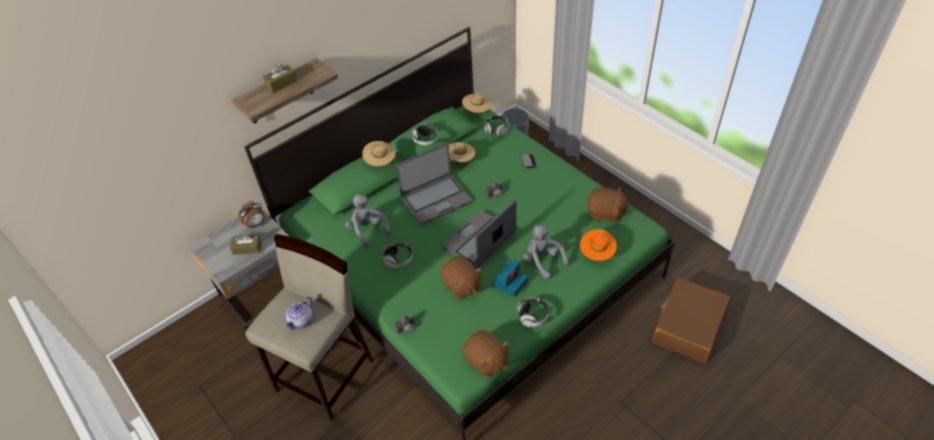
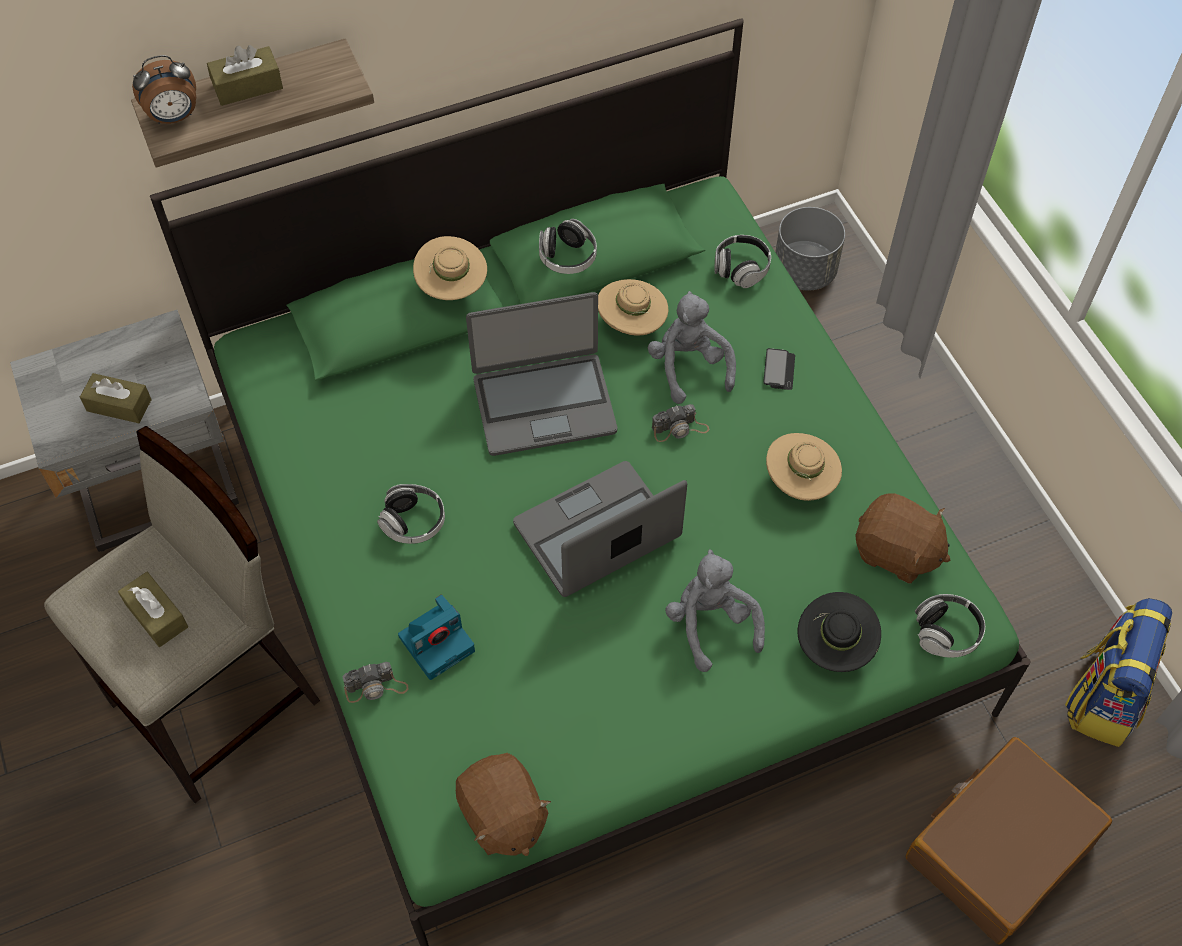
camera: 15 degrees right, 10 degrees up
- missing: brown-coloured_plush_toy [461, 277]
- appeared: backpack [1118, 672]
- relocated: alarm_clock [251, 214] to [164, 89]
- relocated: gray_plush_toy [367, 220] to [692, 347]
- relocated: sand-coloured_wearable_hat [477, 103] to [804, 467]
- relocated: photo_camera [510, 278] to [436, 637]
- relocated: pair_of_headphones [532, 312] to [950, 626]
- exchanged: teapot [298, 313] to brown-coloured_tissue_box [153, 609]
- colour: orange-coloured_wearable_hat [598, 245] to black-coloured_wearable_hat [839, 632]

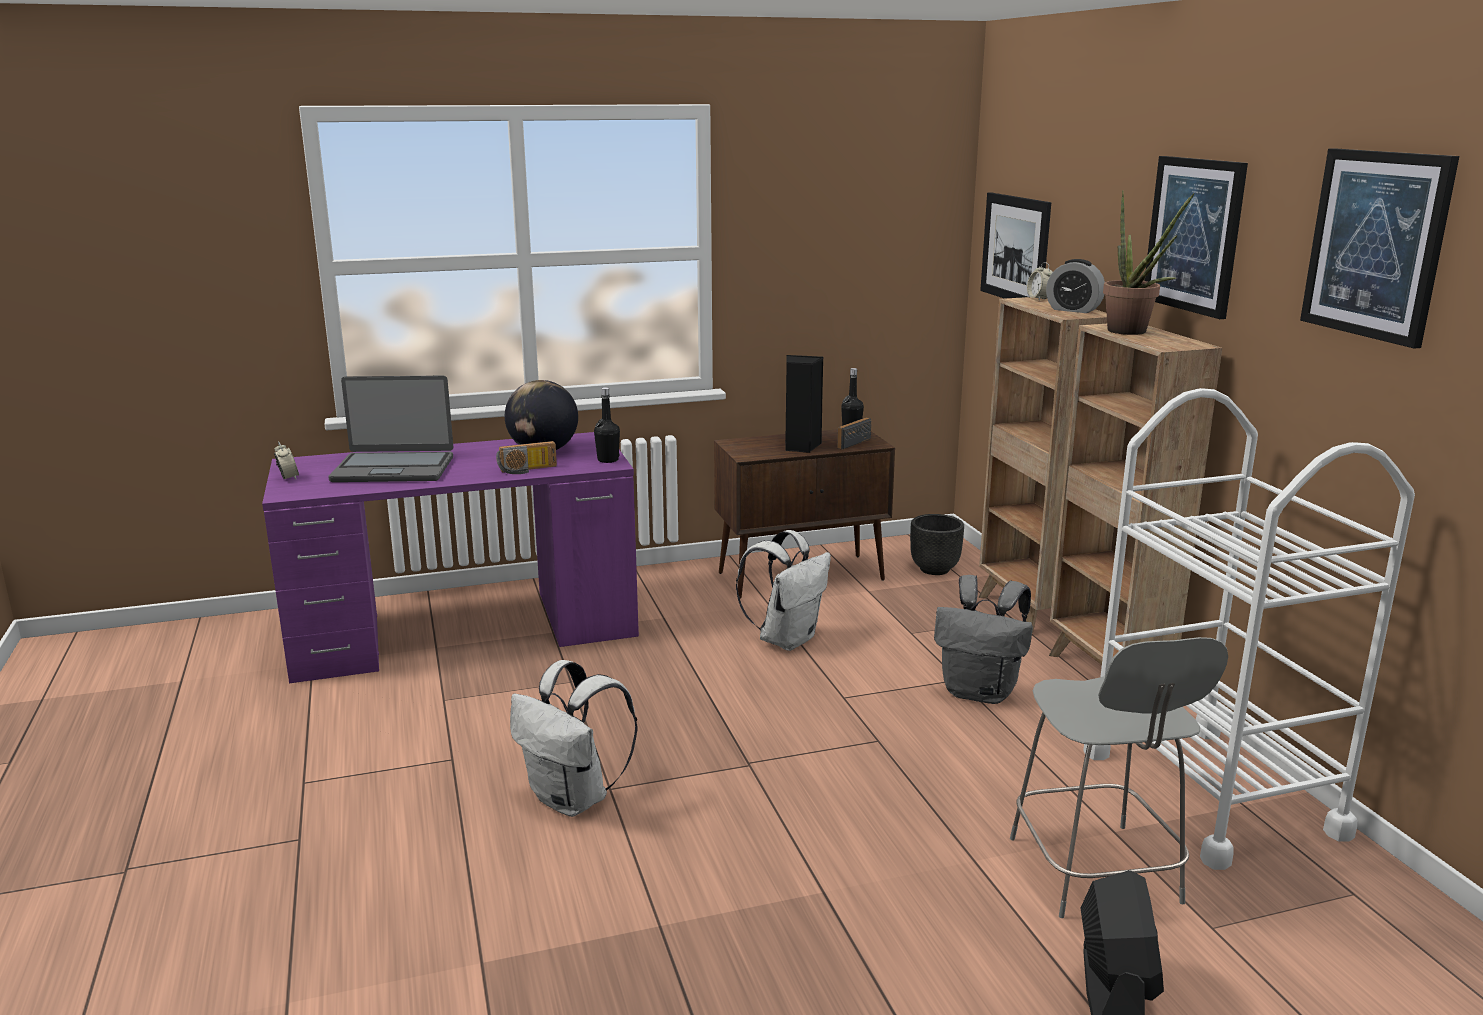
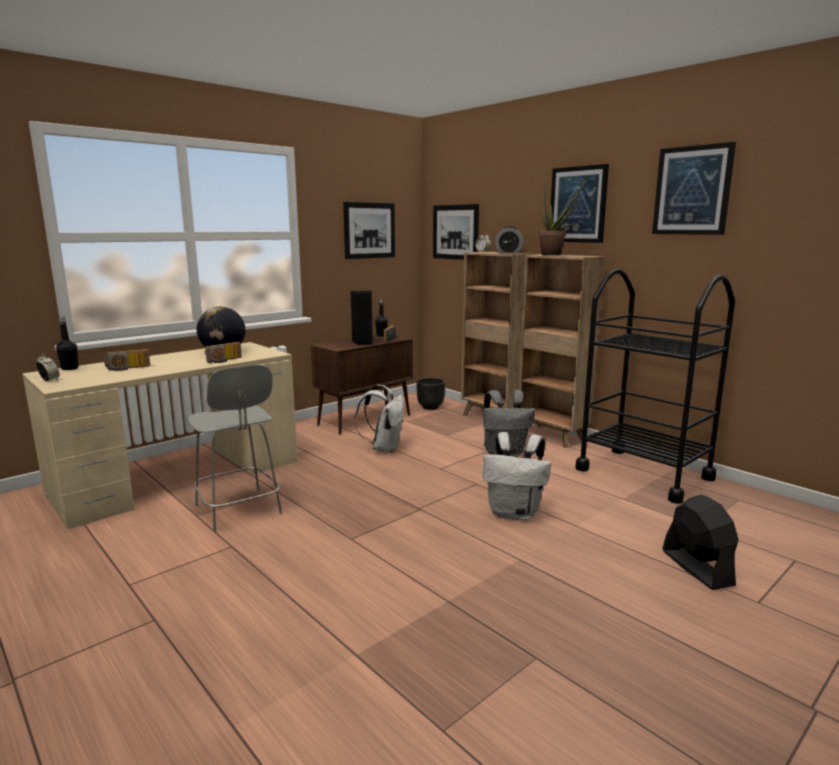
camera: 25 degrees left, 5 degrees down
- appeared: wall_picture [369, 230]
- relocated: white_backpack [574, 738] to [517, 476]
- relocated: black-coloured_bottle [607, 425] to [67, 343]
- relocated: gray_upright_chair [1119, 777] to [235, 448]
- exchanged: laptop [390, 429] to radio_receiver [127, 360]
- colour: purple_desk_table [450, 557] to sand-coloured_desk_table [159, 435]
- colour: white_trolley [1249, 629] to black-coloured_trolley [655, 386]

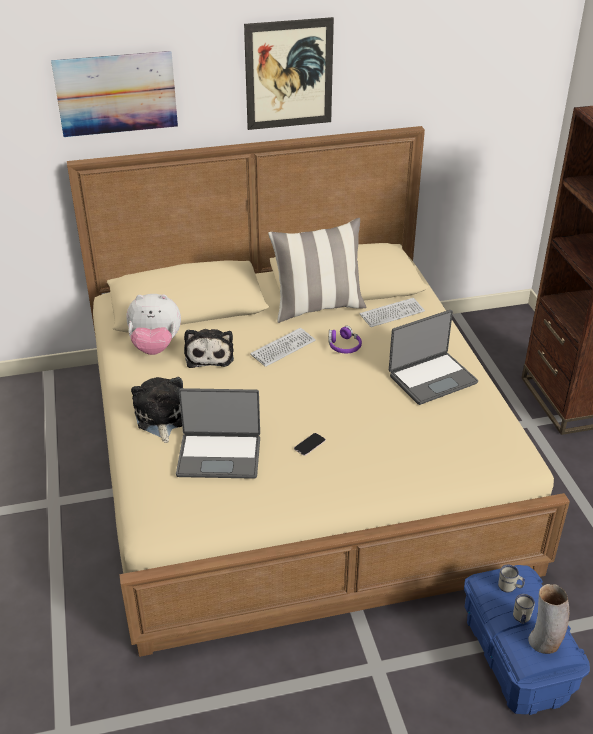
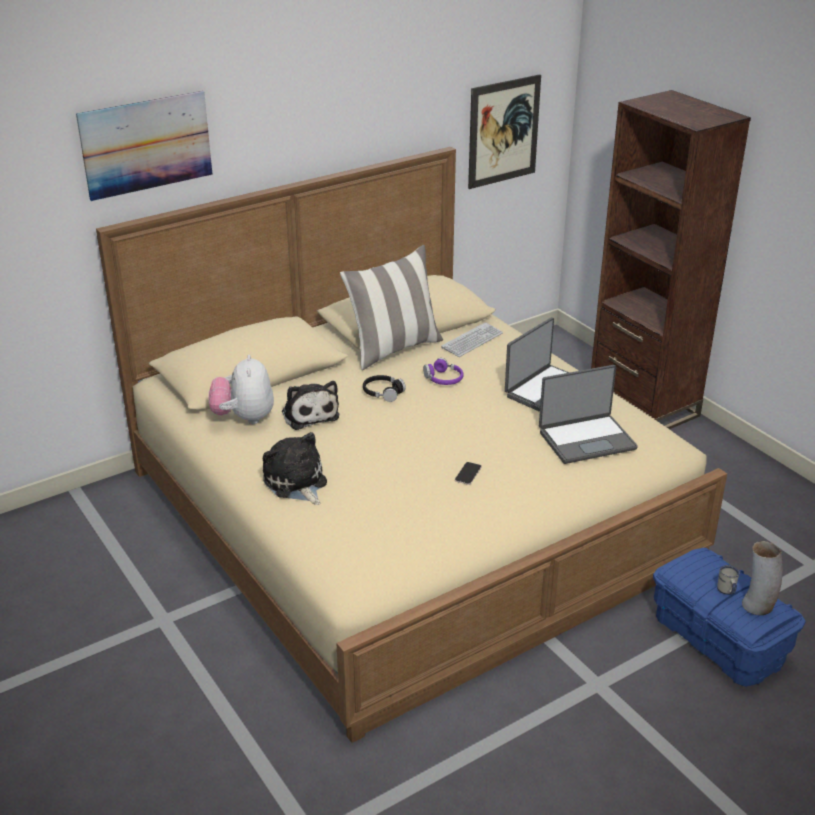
camera: 20 degrees left, 5 degrees down
- missing: white_tea_mug [511, 578]
- relocated: laptop [218, 433] to [588, 414]
- relocated: wall_picture [289, 73] to [504, 131]
- exchanged: computer_keyboard [283, 347] to black-coloured_pair_of_headphones [384, 388]
- spun: plush_toy [154, 324] = [241, 389] 105 degrees clockwise

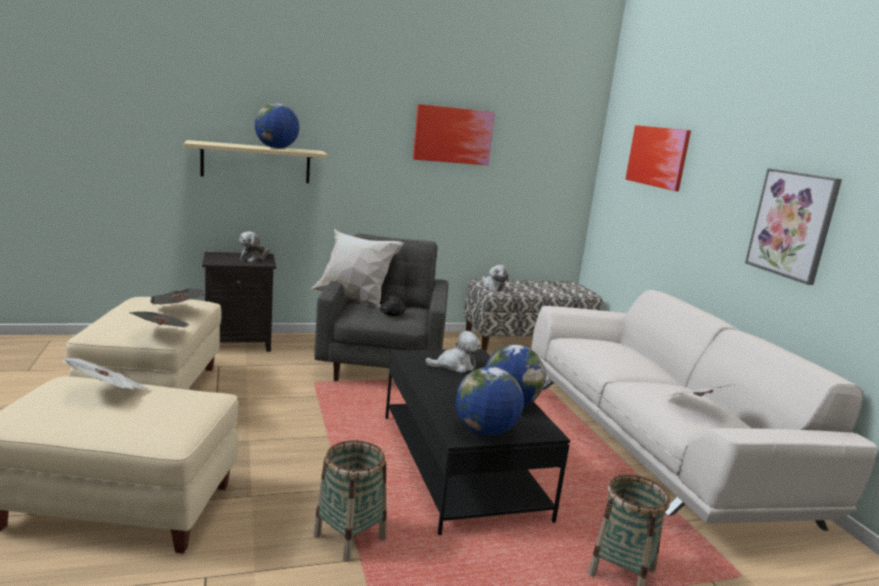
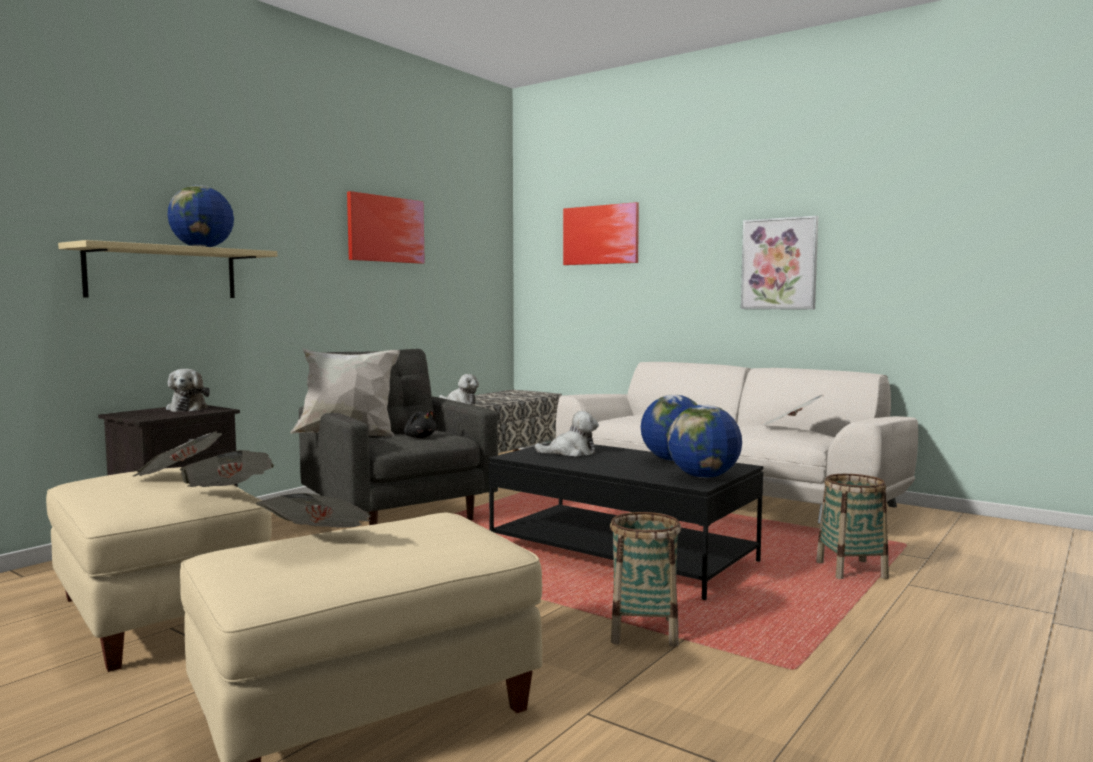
camera: 35 degrees left, 10 degrees down
- spun: plush_toy [453, 352] = [567, 434] 45 degrees clockwise

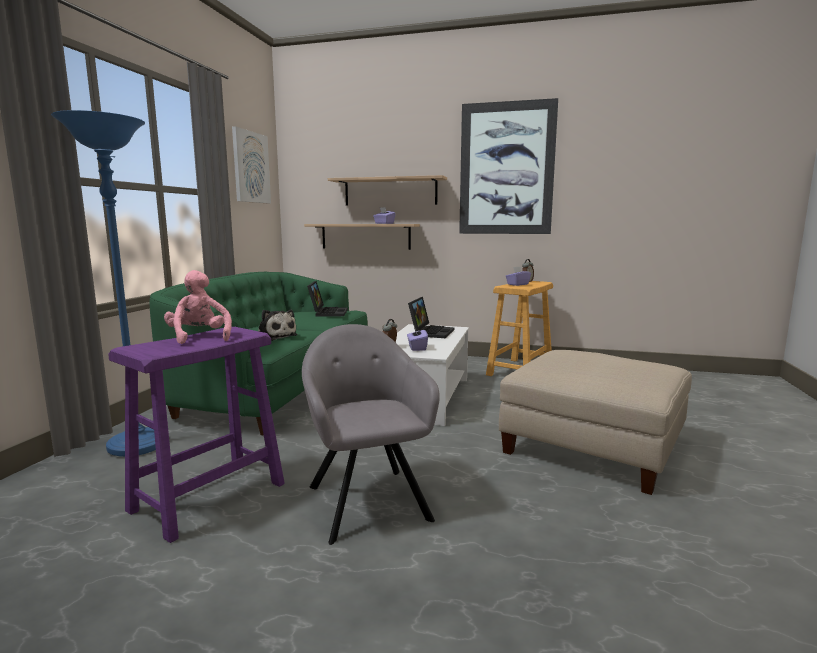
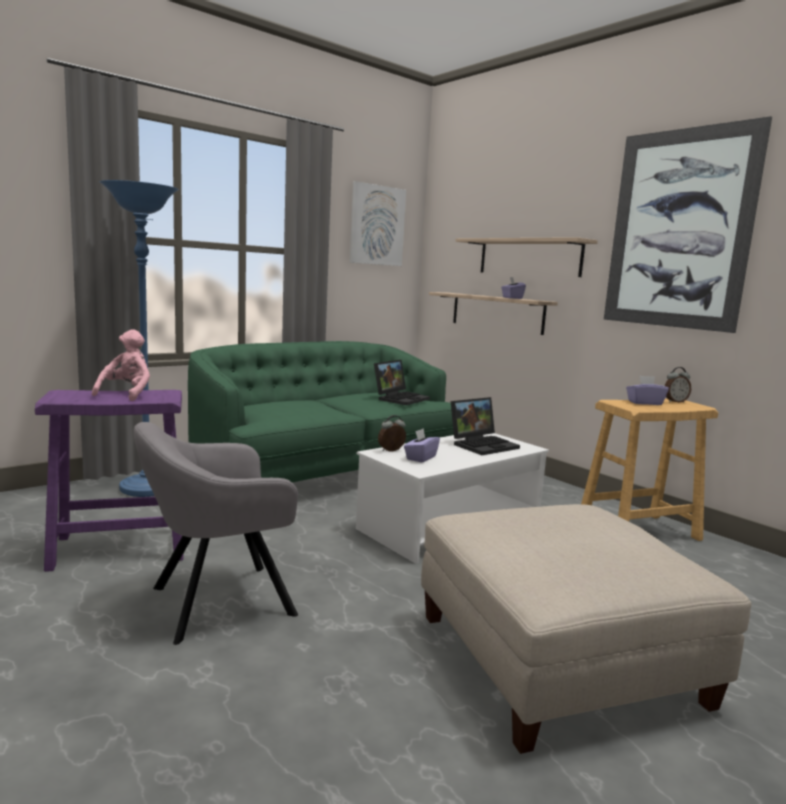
camera: 35 degrees right, 0 degrees up
- missing: plush_toy [277, 325]
- spun: gray_lounge_chair [371, 434] = [216, 533] 135 degrees counterclockwise

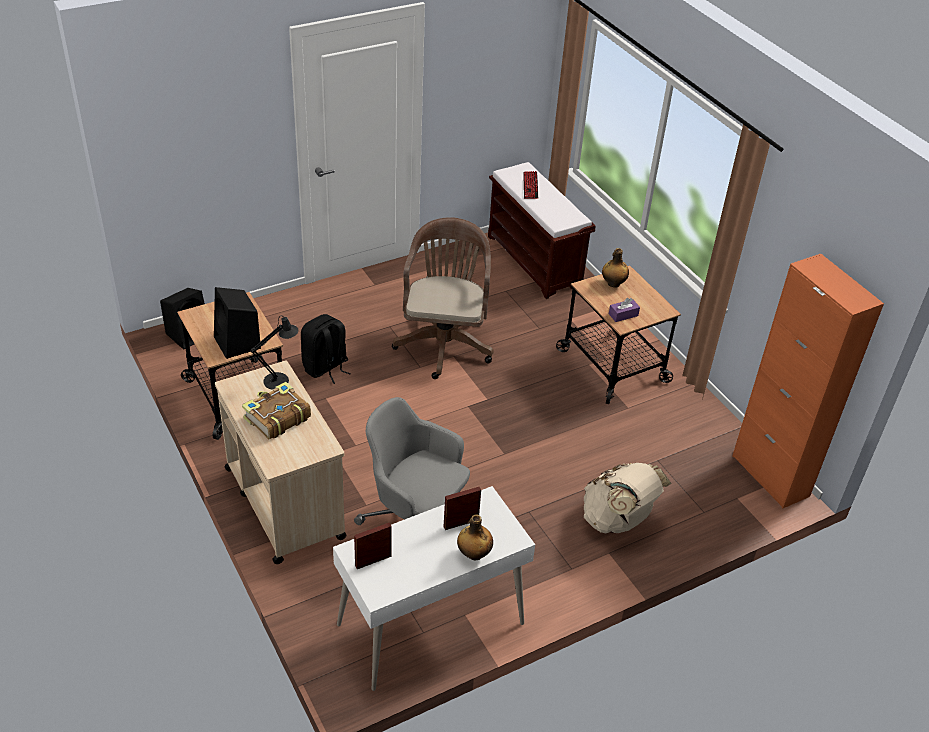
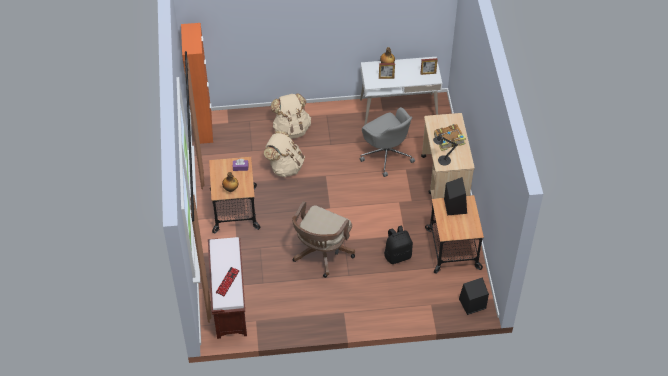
camera: 155 degrees left, 10 degrees up
- appeared: sand-coloured_backpack [284, 154]

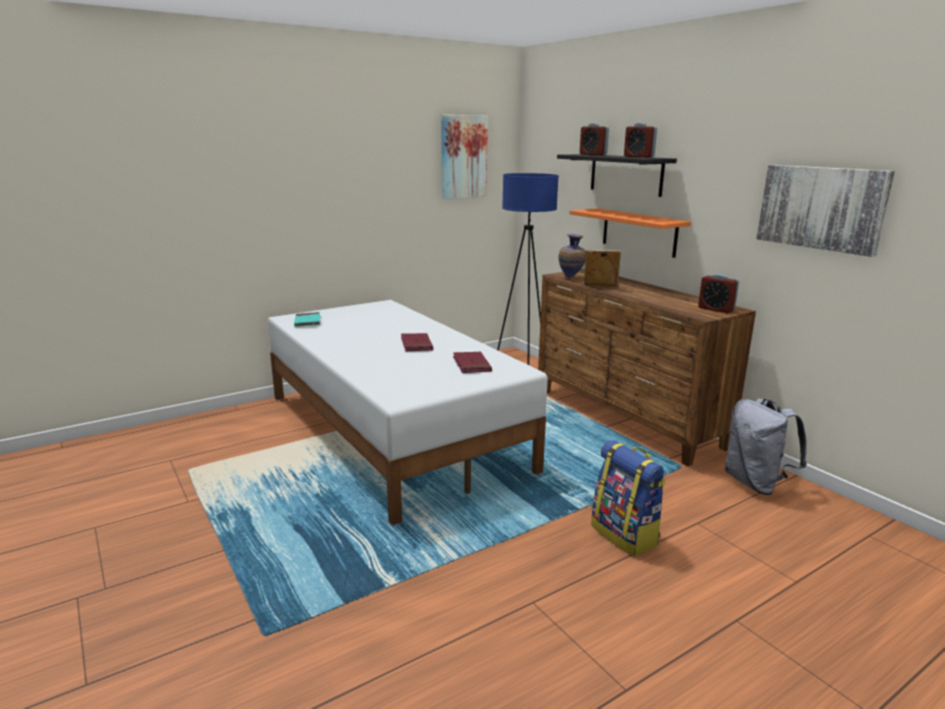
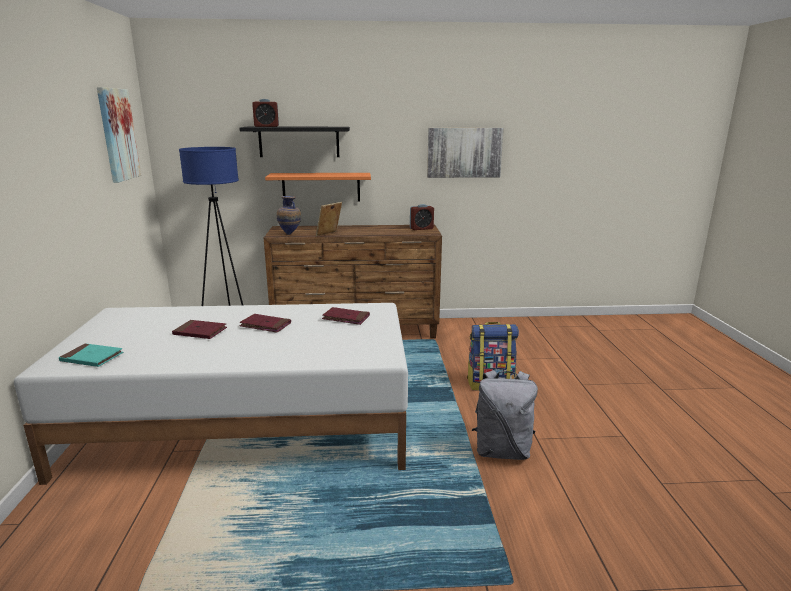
camera: 60 degrees left, 0 degrees up
- missing: alarm_clock [640, 140]
- appeared: reddish_book [199, 329]
- relocated: gray_backpack [766, 447] to [505, 415]

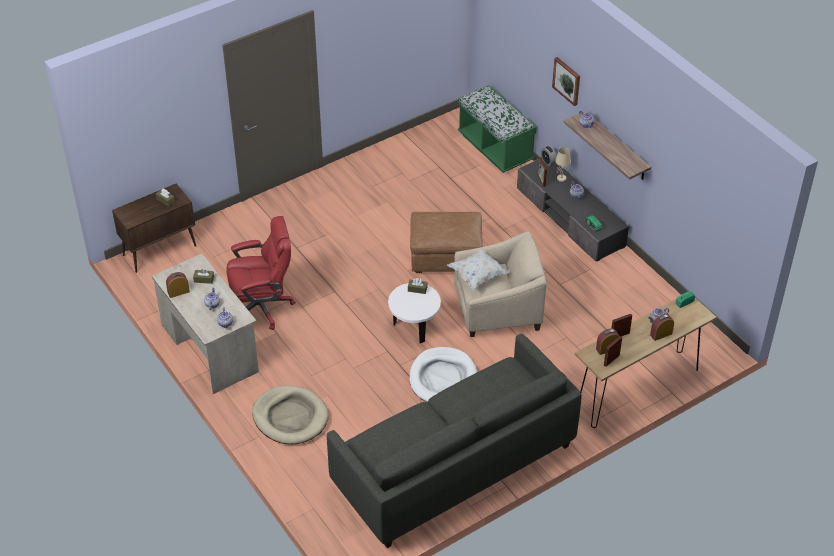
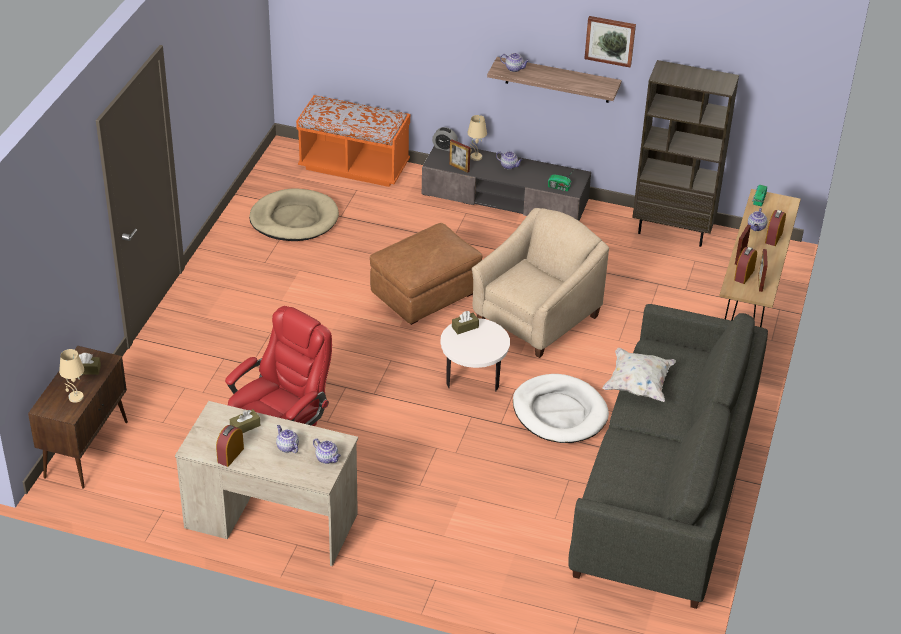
camera: 40 degrees left, 5 degrees down
- appeared: sand-coloured_tabletop_lamp [71, 376]
- appeared: brown-coloured_shelving_unit [685, 153]
- relocated: sand-coloured_pet_bed [290, 414] to [294, 214]
- relocated: white_throw_pillow [478, 270] to [639, 375]
- relocated: wall_picture [566, 81] to [610, 41]
- colour: green_indoor_bench [497, 129] to orange-coloured_indoor_bench [353, 141]

